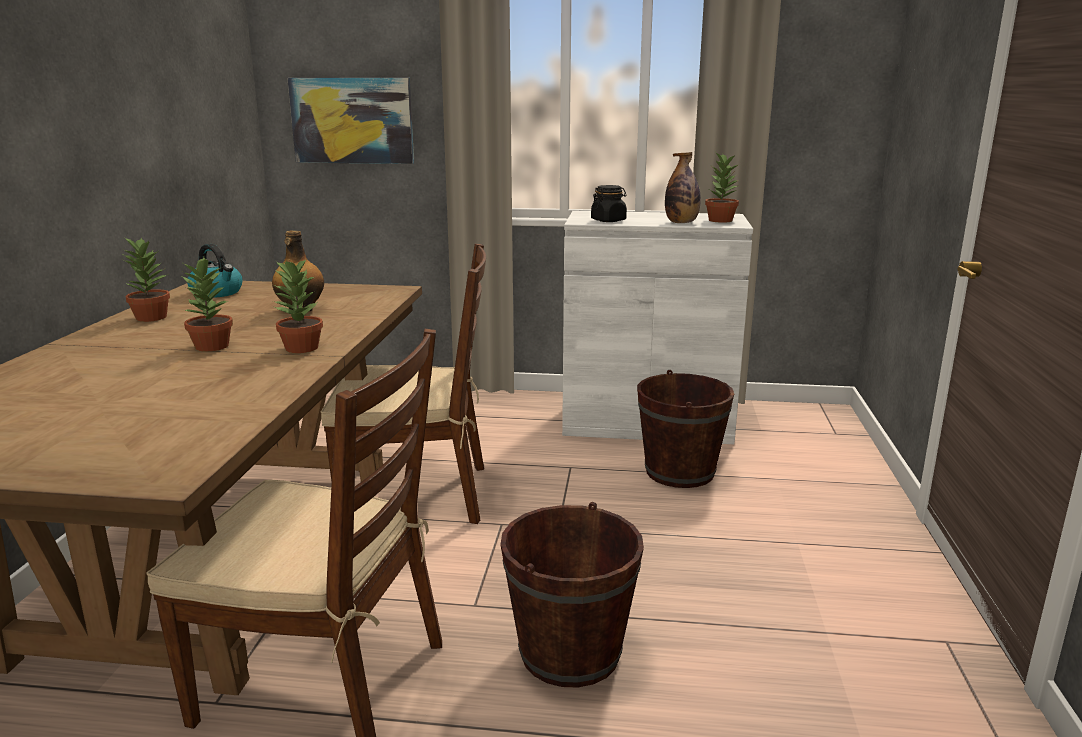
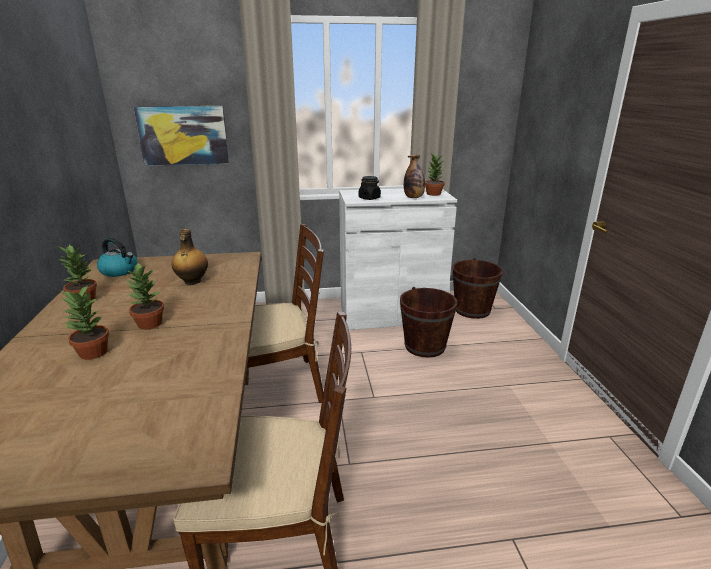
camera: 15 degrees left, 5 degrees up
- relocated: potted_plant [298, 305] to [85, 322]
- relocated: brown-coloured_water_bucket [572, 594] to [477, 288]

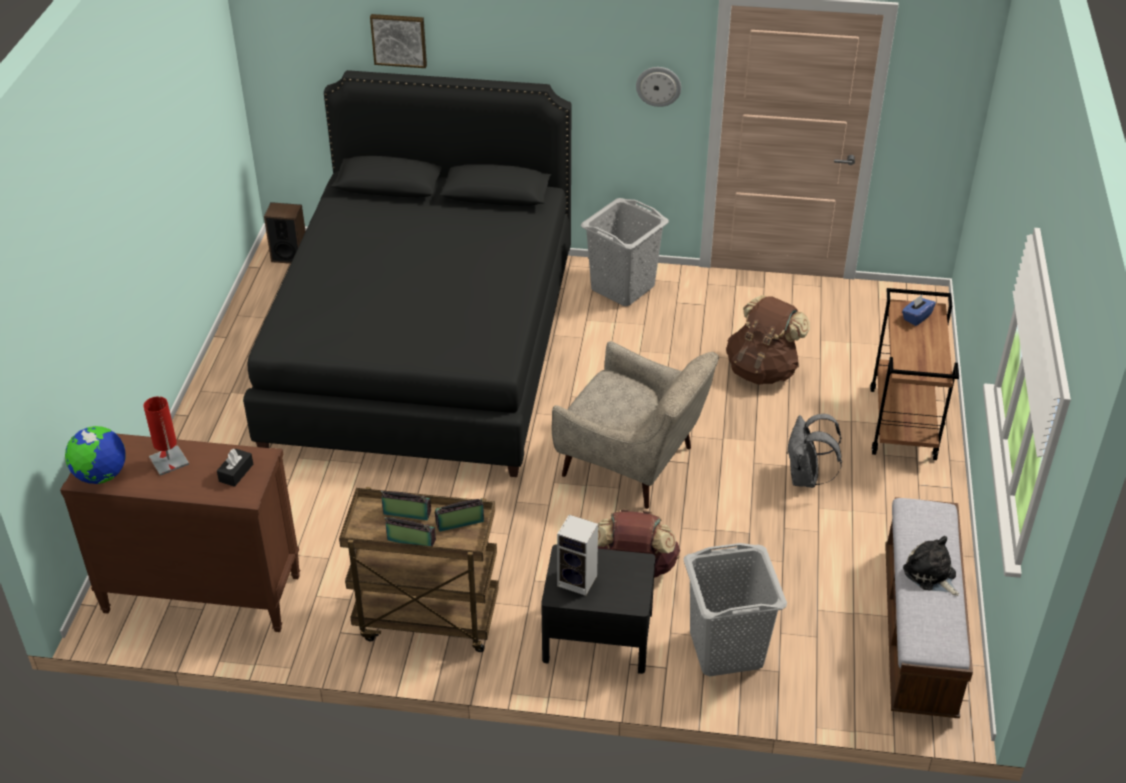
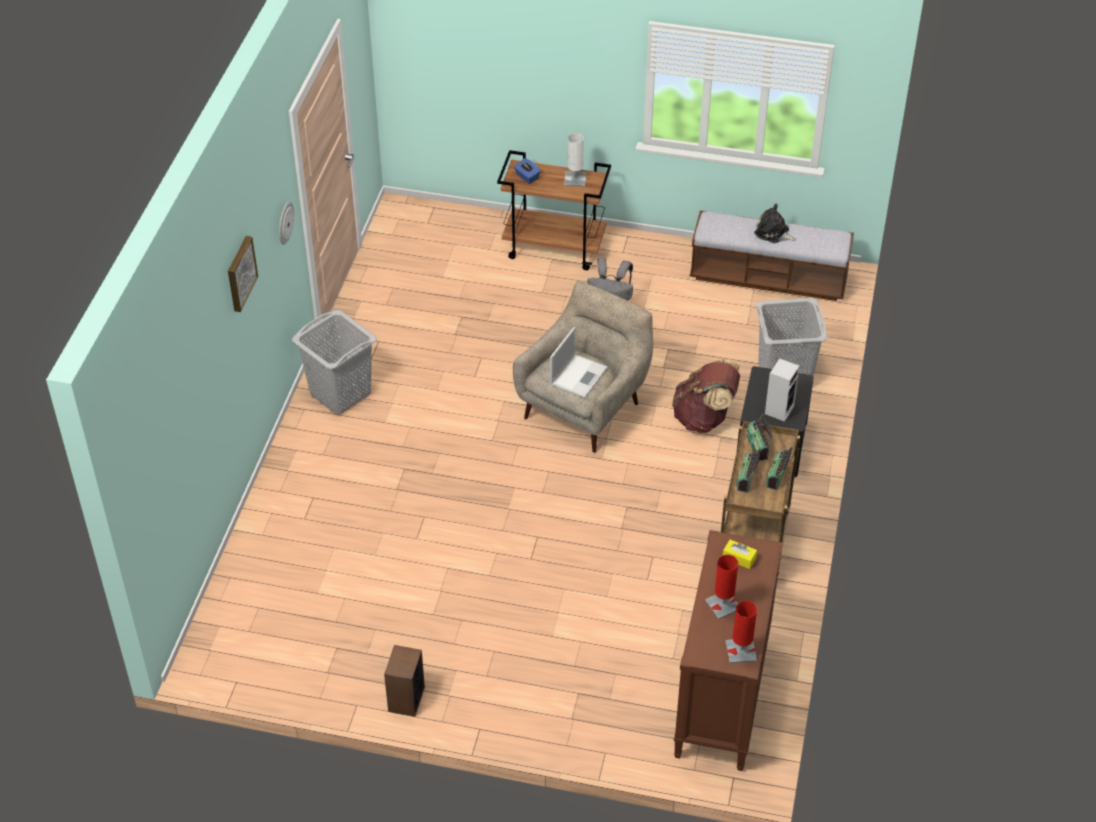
camera: 85 degrees left, 5 degrees up
- missing: black-coloured_bedroom_bed [407, 273]
- missing: brown-coloured_backpack [768, 340]
- appeared: laptop [578, 362]
- appeared: white_tabletop_lamp [575, 160]
- relocated: loudspeaker [285, 233] to [404, 681]
- relocated: wall_picture [398, 41] to [243, 274]
- exchanged: globe [95, 455] to reddish_tabletop_lamp [741, 632]
- colour: black-coloured_tissue_box [235, 468] to yellow_tissue_box [740, 554]
- spun: plush_toy [931, 566] = [775, 223] 60 degrees clockwise

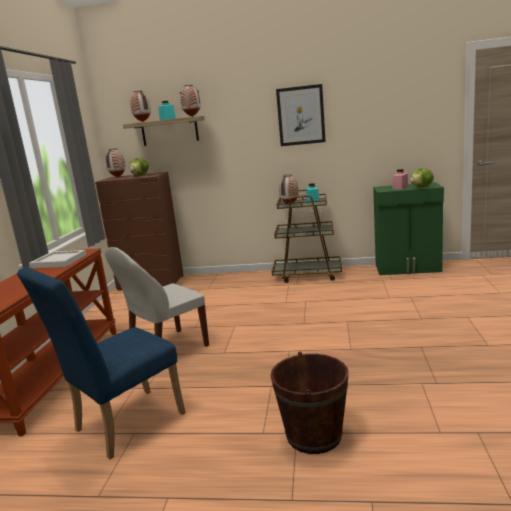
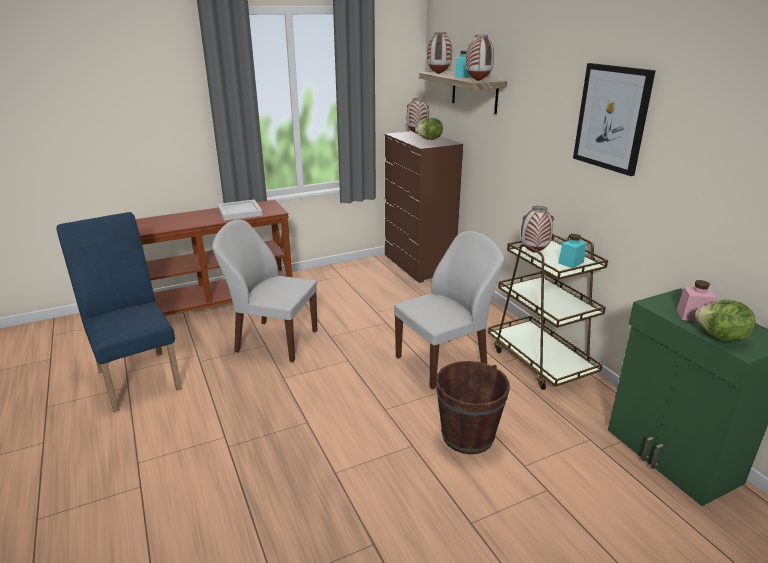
camera: 55 degrees right, 10 degrees up
- appeared: white_upright_chair [449, 310]
- relocated: brown-coloured_water_bucket [309, 403] to [473, 407]
- spun: bluish_upright_chair [101, 363] = [119, 312] 45 degrees clockwise

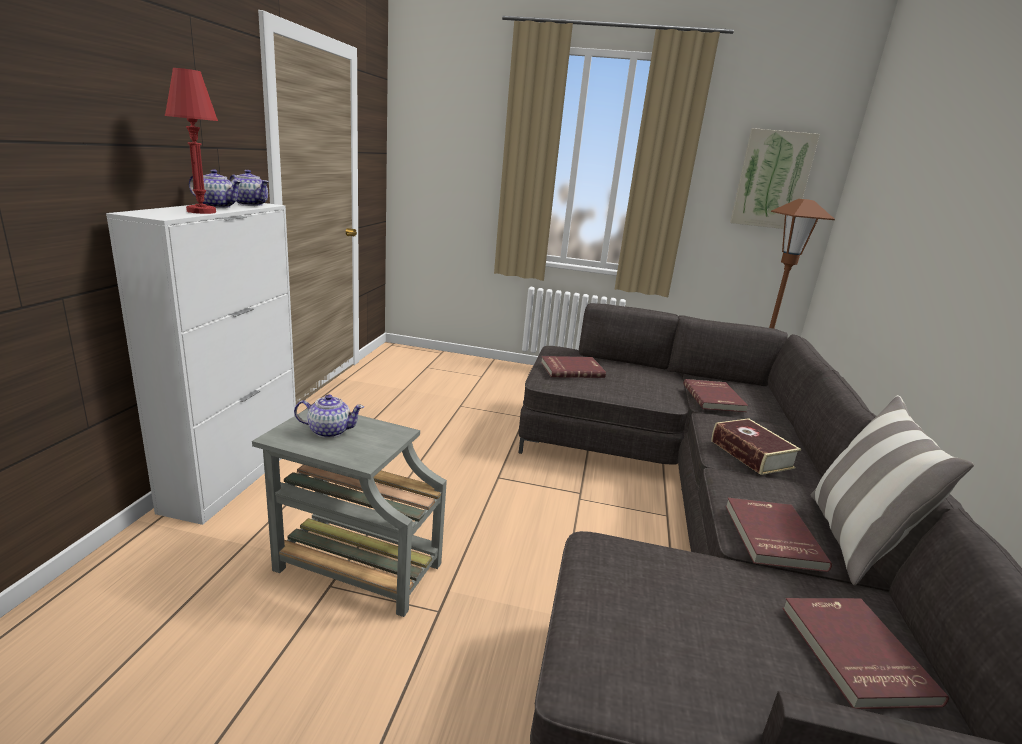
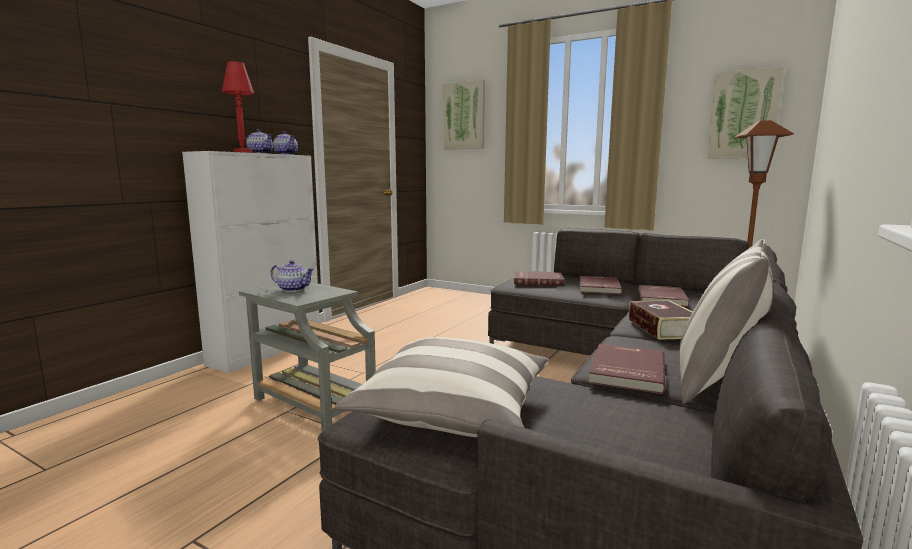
camera: 20 degrees right, 10 degrees down
- appeared: throw_pillow [442, 387]
- appeared: wall_picture [464, 114]
- relocated: reddish_book [865, 653] to [601, 285]

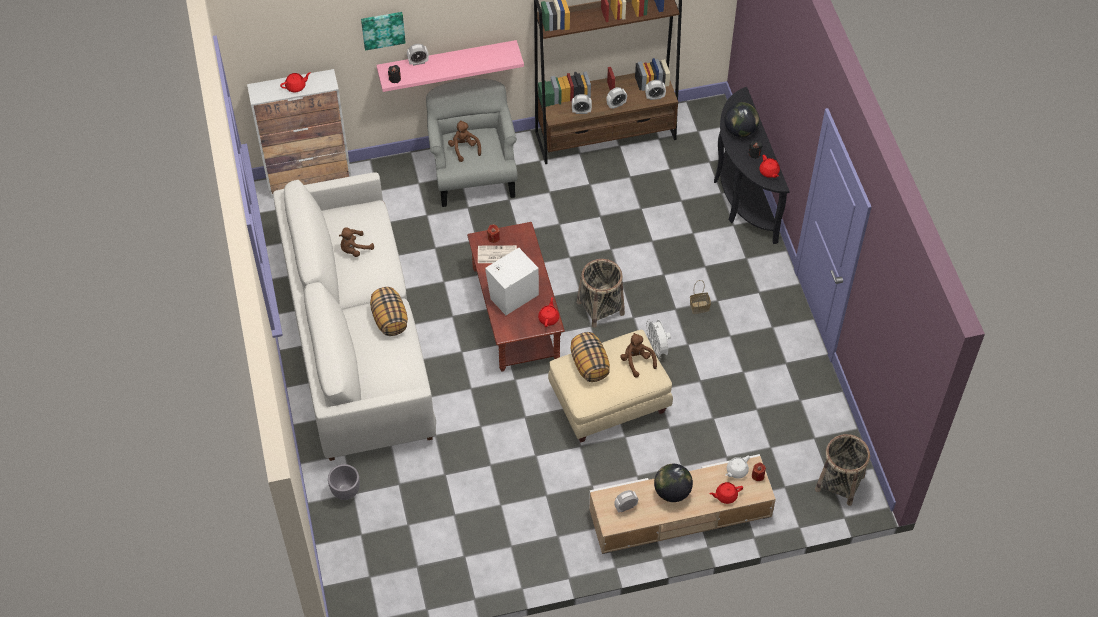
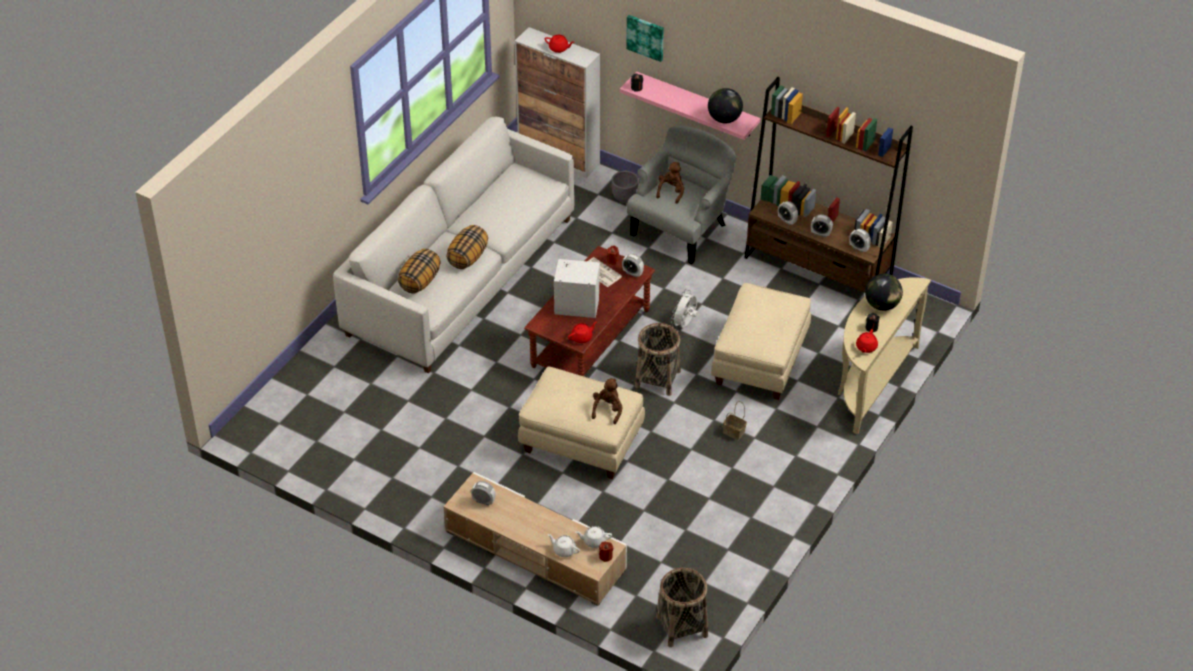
camera: 45 degrees right, 10 degrees down
- missing: brown-coloured_plush_toy [356, 242]
- appeared: sand-coloured_ottoman [761, 341]
- relocated: gray_plant_pot [344, 482] to [625, 187]
- relocated: alarm_clock [418, 55] to [633, 265]
- relocated: throw_pillow [590, 357] to [419, 271]
- relocated: white_electric_fan [658, 339] to [684, 308]
- relocated: globe [673, 483] to [725, 105]
- colour: reddish_teapot [726, 493] to white_teapot [564, 545]
- colour: black-coloured_console_table [752, 165] to sand-coloured_console_table [884, 355]

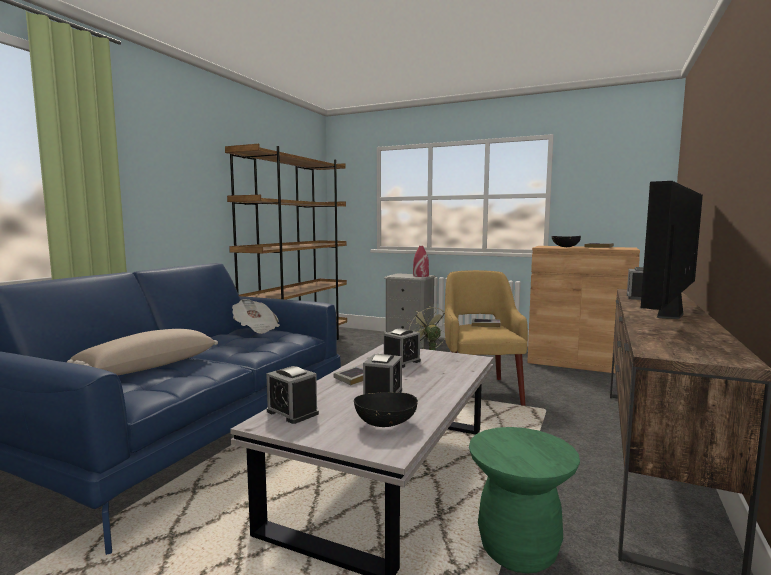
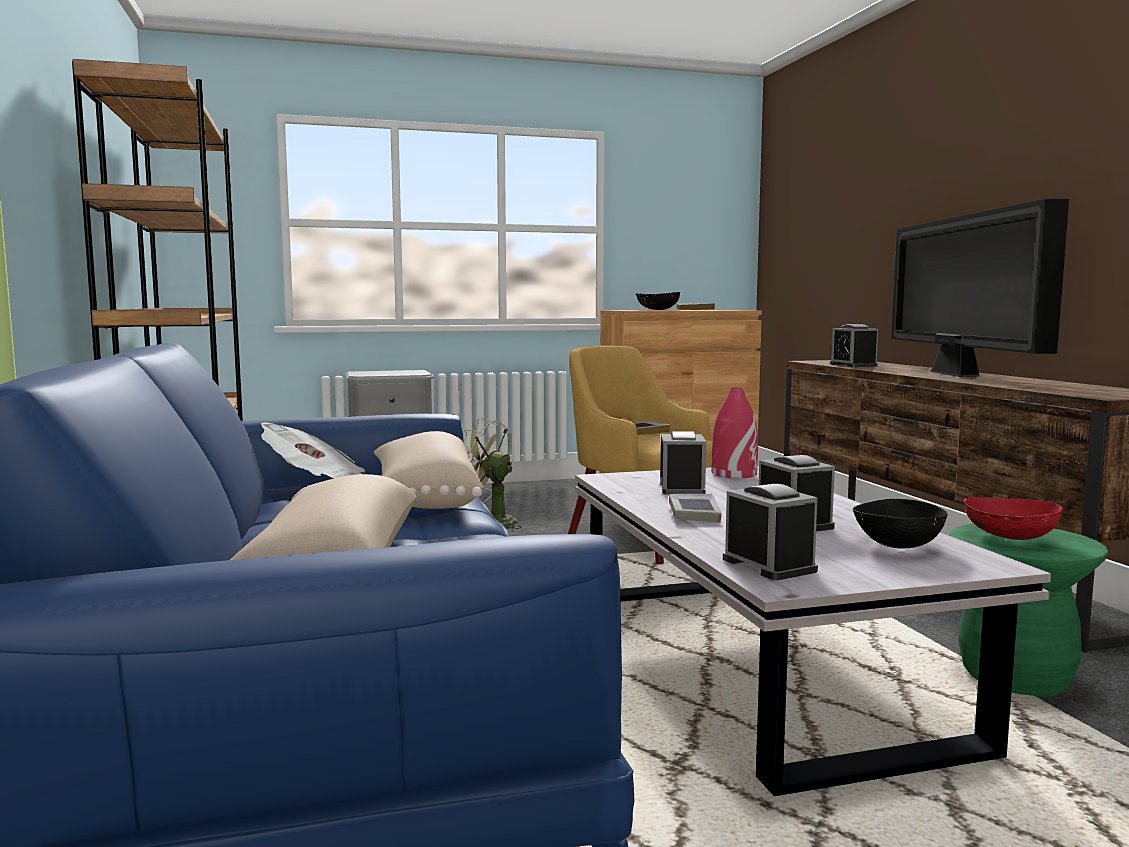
camera: 40 degrees left, 0 degrees up
- appeared: sand-coloured_throw_pillow [428, 470]
- appeared: reddish_serving_bowl [1013, 518]
- relocated: reddish_flower_vase [421, 261] to [734, 433]
- spun: alarm_clock [292, 395] = [770, 532] 120 degrees counterclockwise

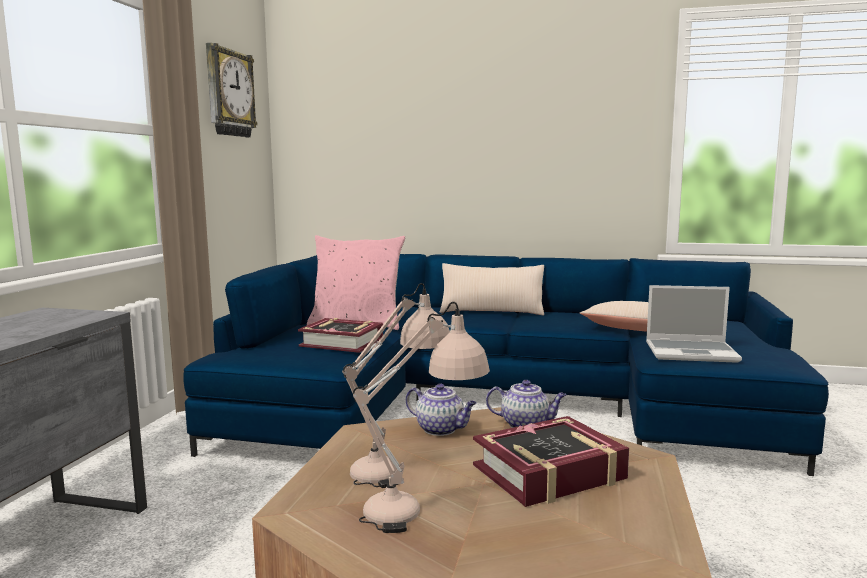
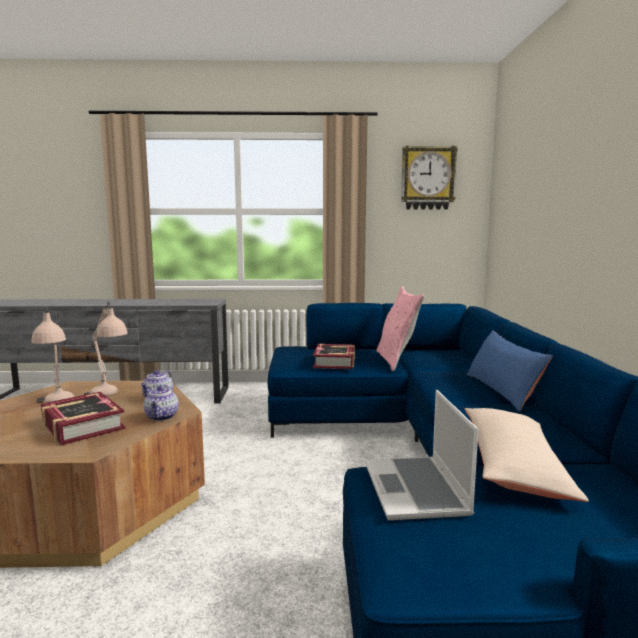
camera: 75 degrees right, 0 degrees up
- colour: sand-coloured_throw_pillow [492, 289] to bluish_throw_pillow [510, 371]

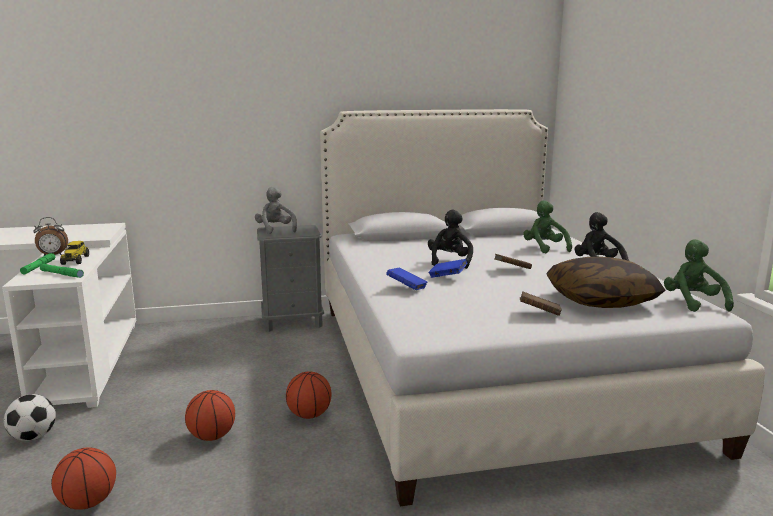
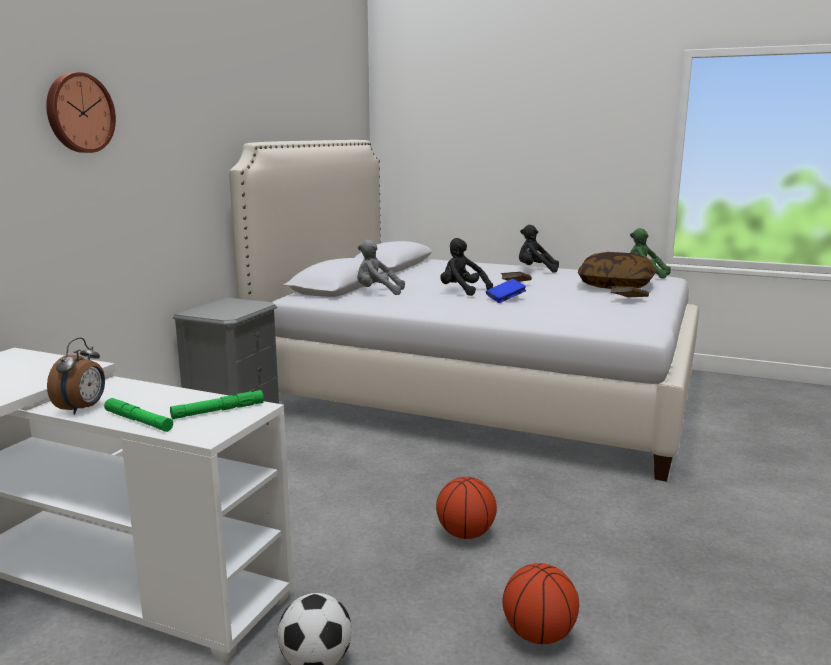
camera: 55 degrees left, 0 degrees up
- missing: toy_truck [74, 253]
- missing: basketball_ball [308, 395]
- missing: bluish_book [407, 278]
- missing: green_plush_toy [547, 227]
- appeared: clock_on_the_wall [81, 112]
- relocated: gray_plush_toy [276, 210] to [381, 267]

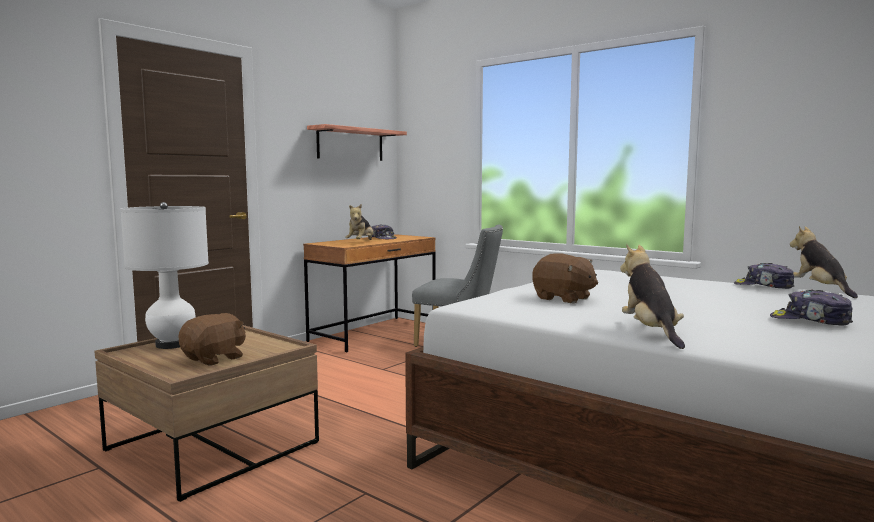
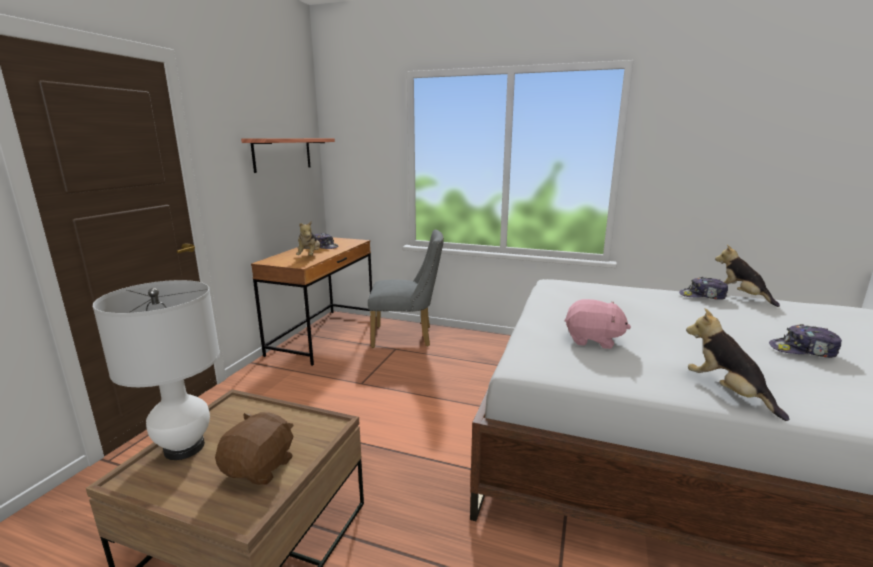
camera: 20 degrees left, 10 degrees up
- colour: brown-coloured_plush_toy [565, 278] to pink_plush_toy [597, 324]

